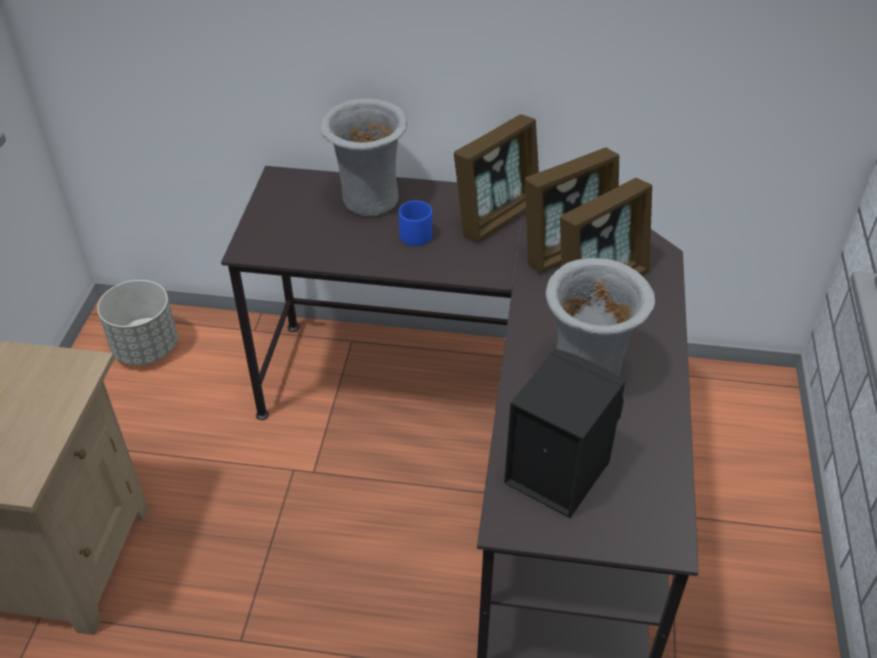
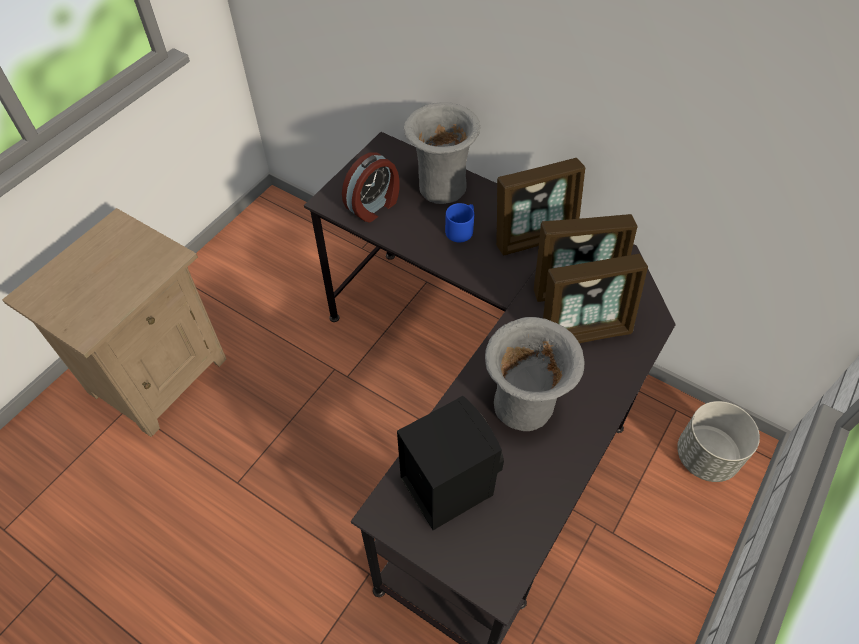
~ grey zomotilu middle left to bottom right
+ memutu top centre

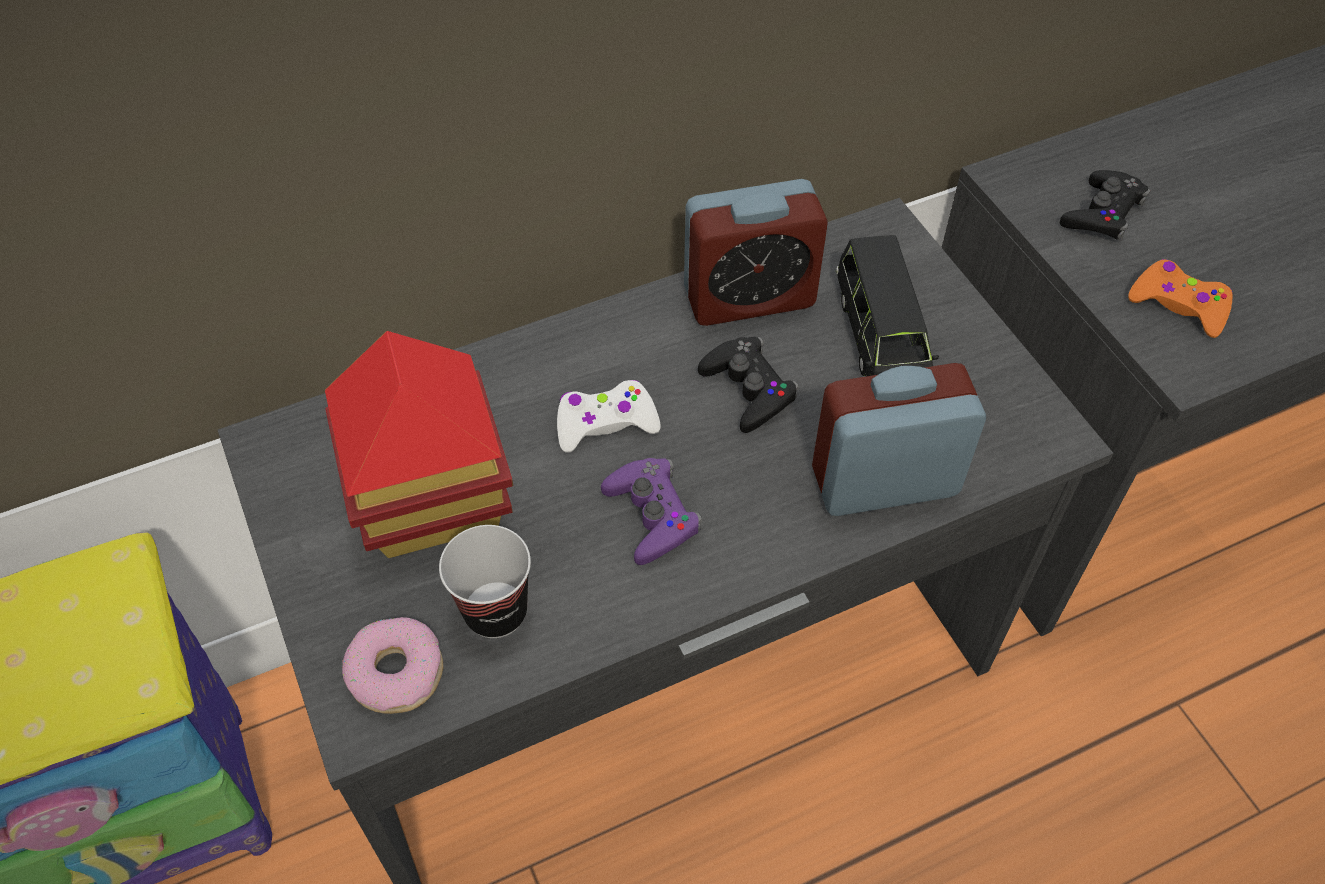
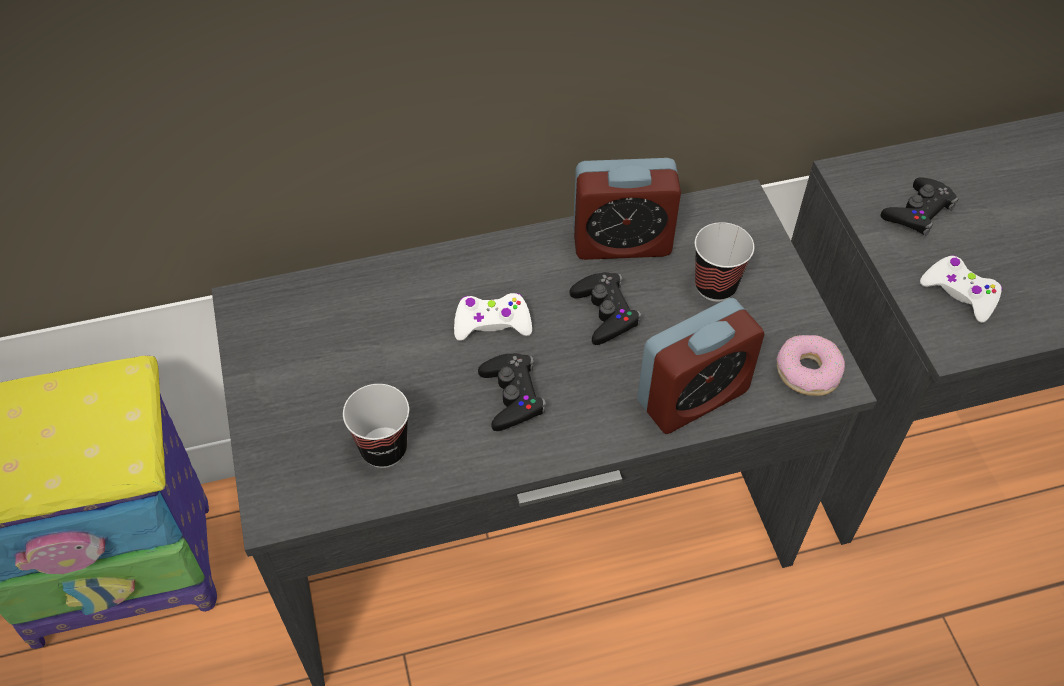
~ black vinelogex middle right to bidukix (2nd from left) middle right
~ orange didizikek middle right to white didizikek (2nd from left) middle right
- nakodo middle left
~ memutu (2nd from left) middle right = centre 150 degrees clockwise
~ purple didizikek centre to black didizikek (1st from left) centre
~ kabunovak bottom left to middle right

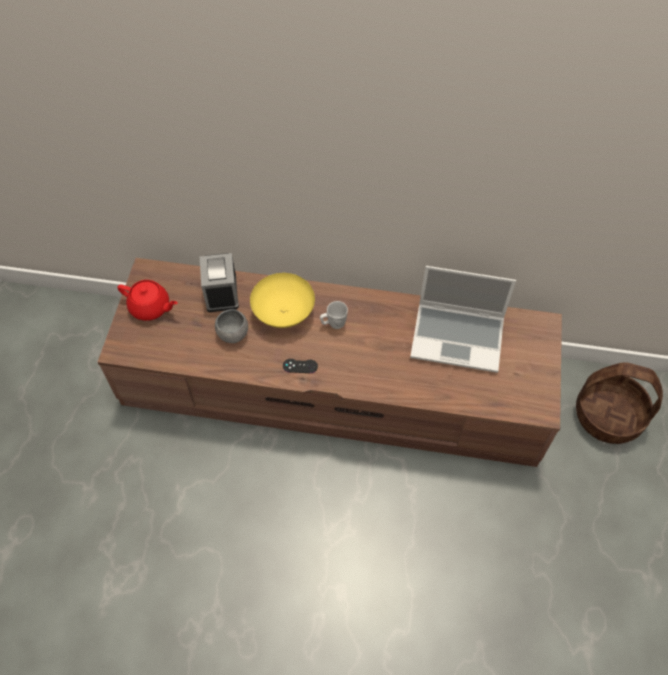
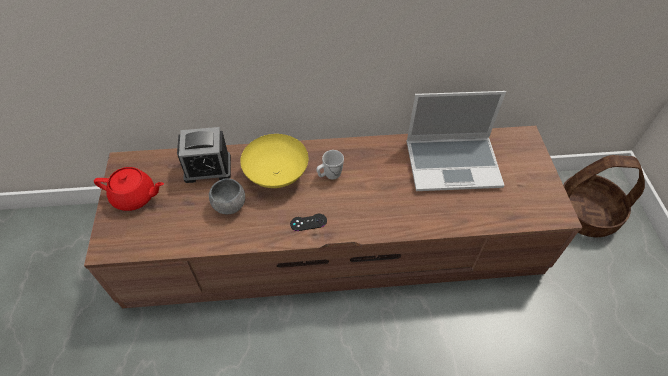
~ memutu middle left = middle left 75 degrees counterclockwise

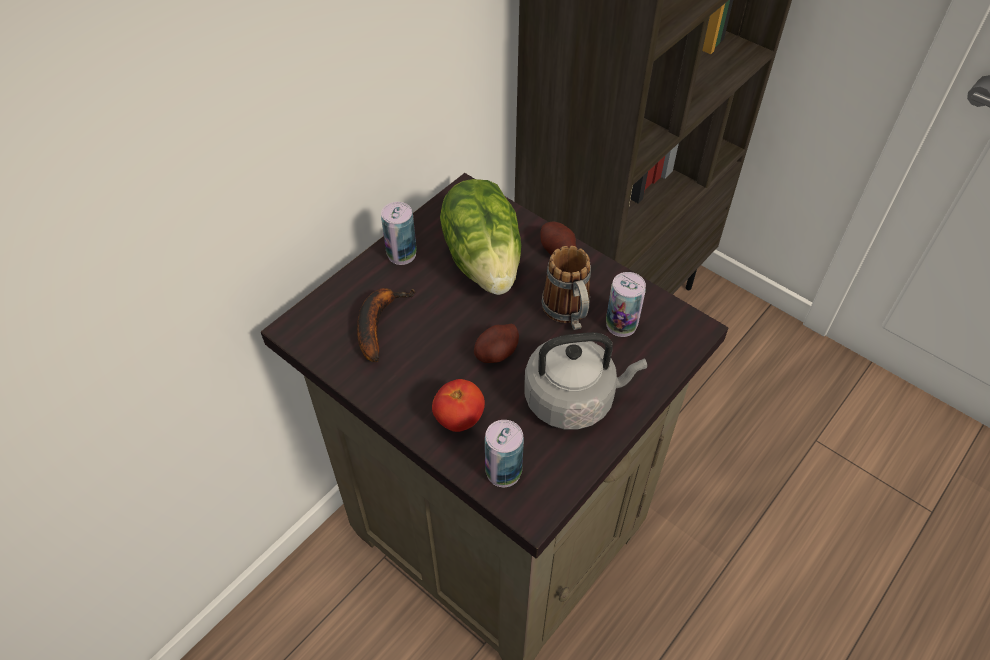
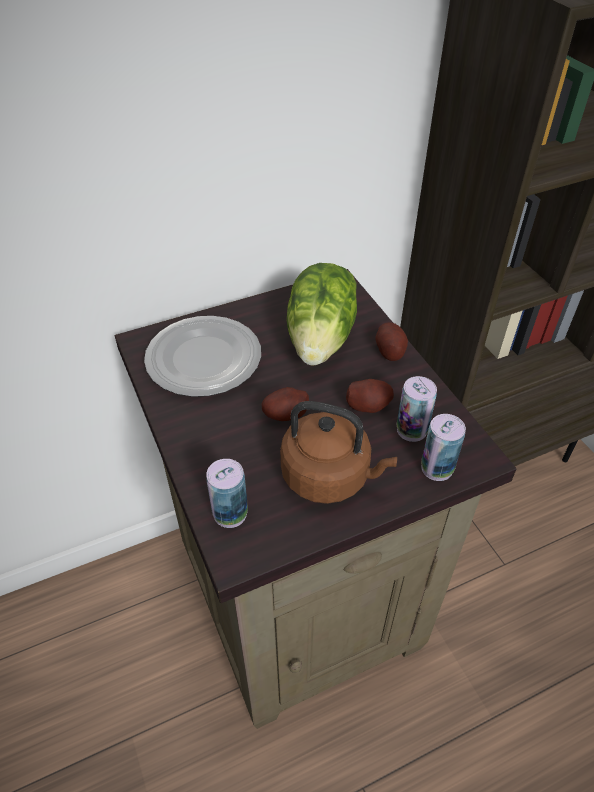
~ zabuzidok (1st from left in the first image) centre to zabuzidok (3rd from left) middle right
~ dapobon centre to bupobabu (2nd from left) centre
~ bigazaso centre to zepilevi centre
~ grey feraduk centre to brown feraduk centre
- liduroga centre

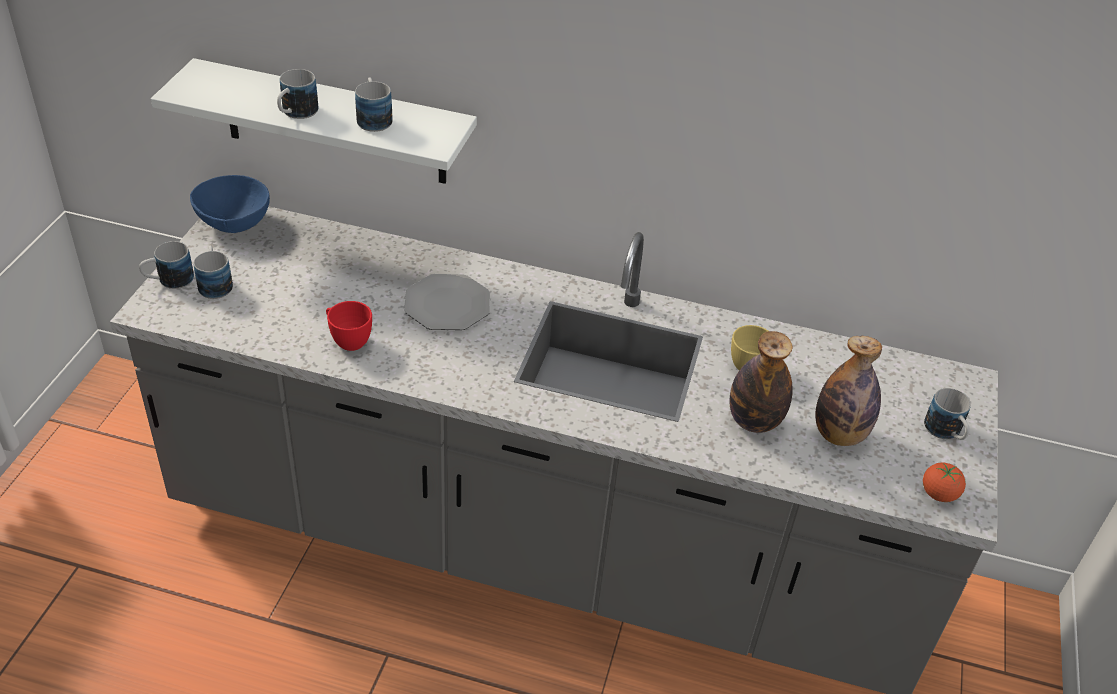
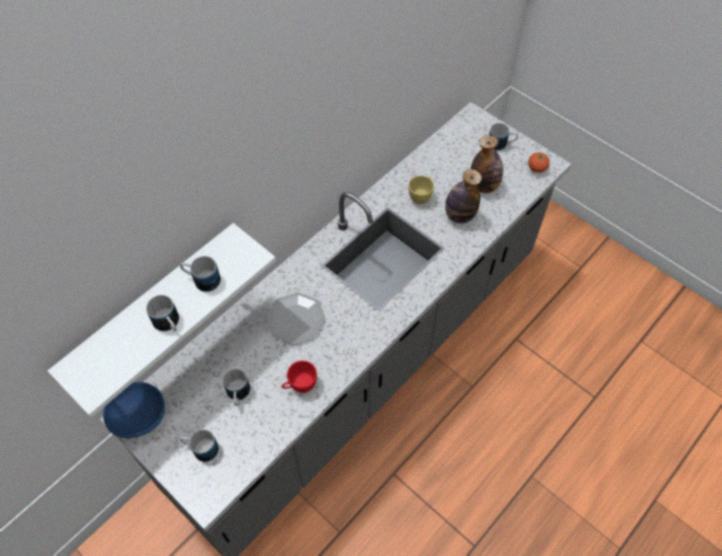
~ dapobon (1st from left in the first image) middle left to dapobon (4th from left) bottom left

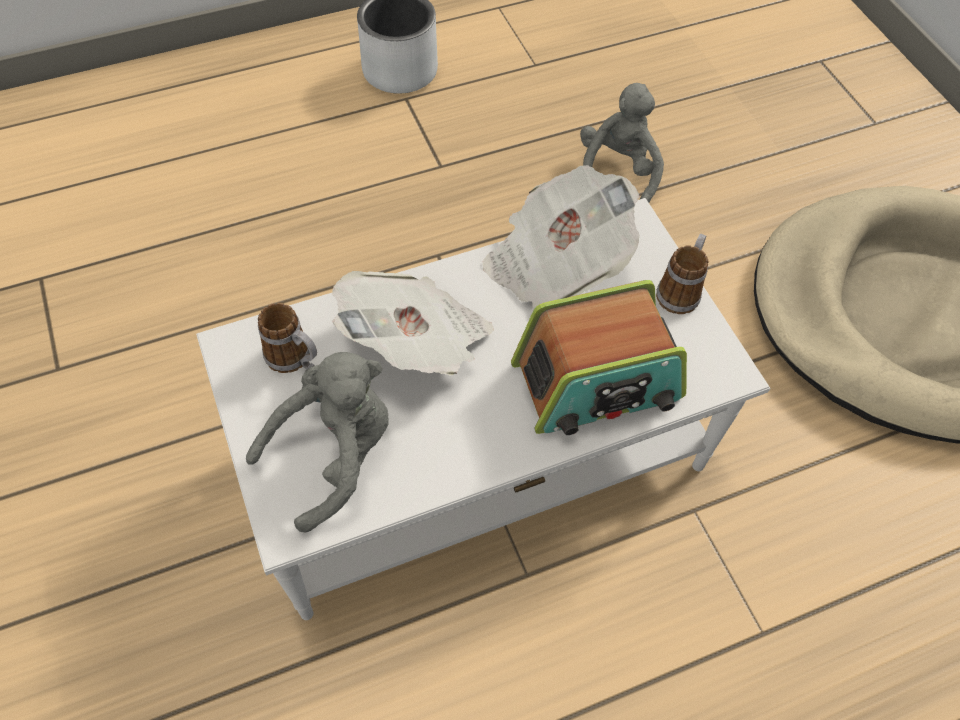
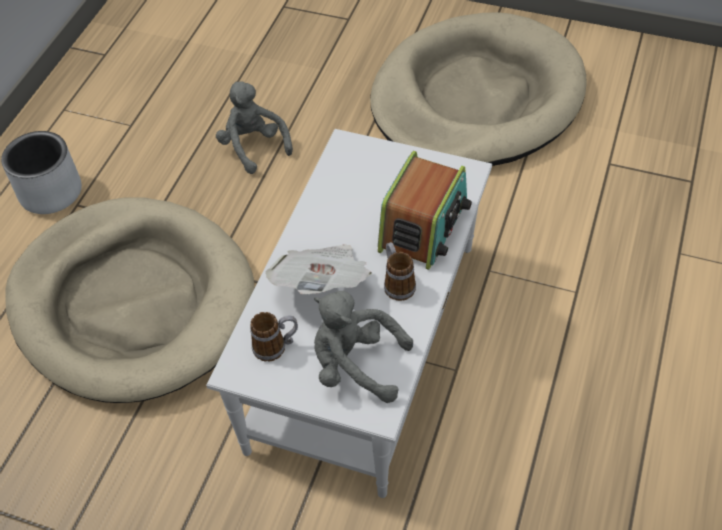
- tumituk (2nd from left) top centre
~ dapobon (2nd from left) middle right to centre
~ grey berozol (1st from left in the first image) middle left = centre 75 degrees counterclockwise
+ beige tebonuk (1st from left) middle left

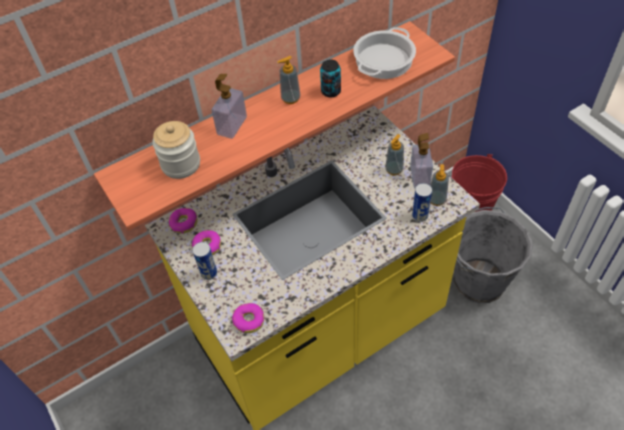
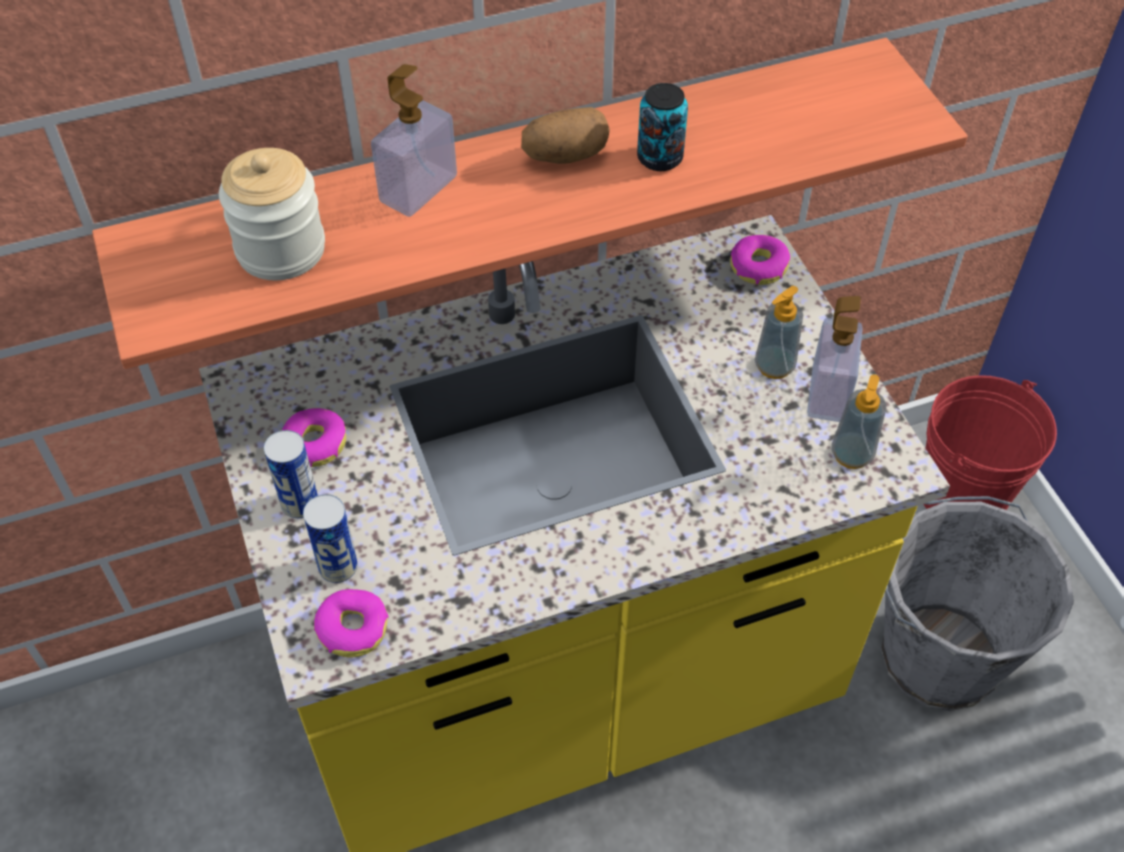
- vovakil top centre
~ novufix (2nd from left) top centre to bupobabu top centre
~ zabuzidok (3rd from left in the first image) middle right to zabuzidok (2nd from left) middle left
~ kabunovak (1st from left in the first image) middle left to kabunovak (3rd from left) top right

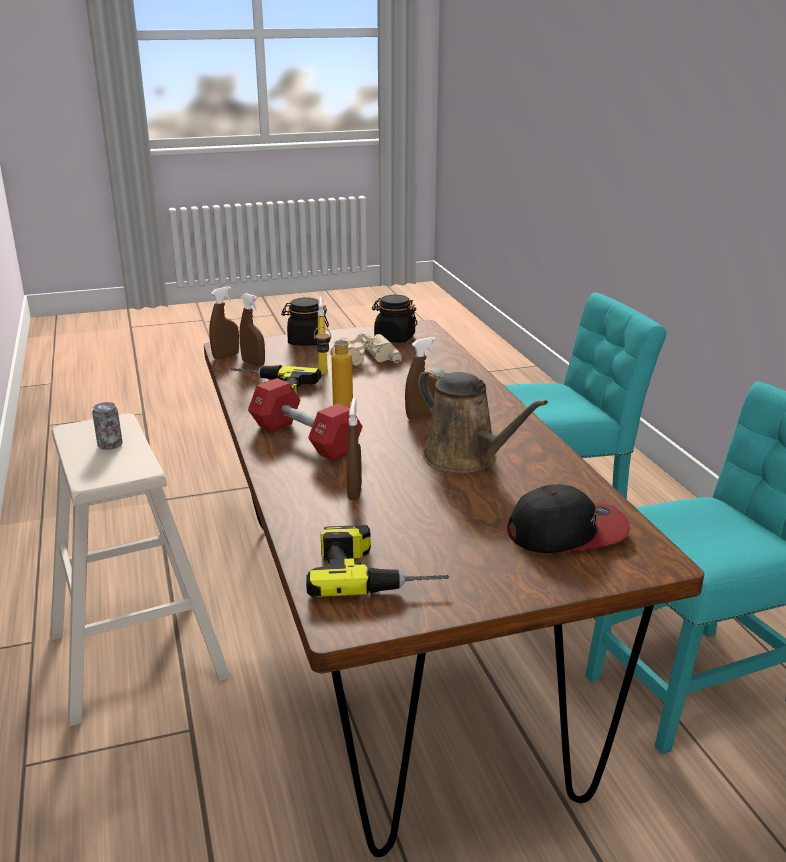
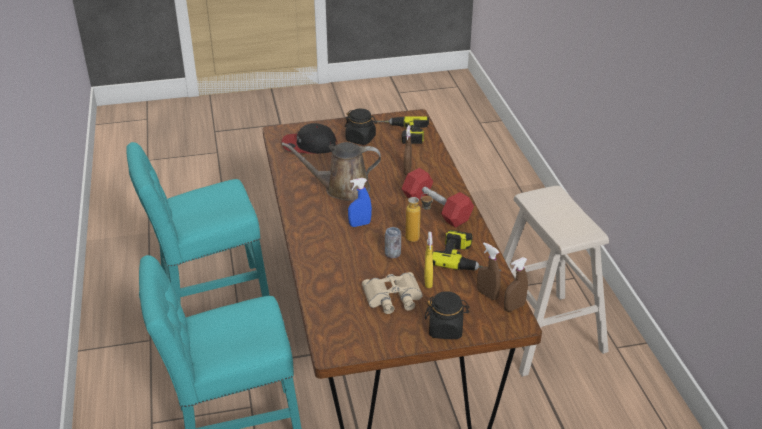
~ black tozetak (2nd from left in the first image) centre to black tozetak (1st from left) top centre
~ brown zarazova (4th from left) centre to blue zarazova centre
~ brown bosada centre = centre 60 degrees counterclockwise
~ zabuzidok middle left to centre

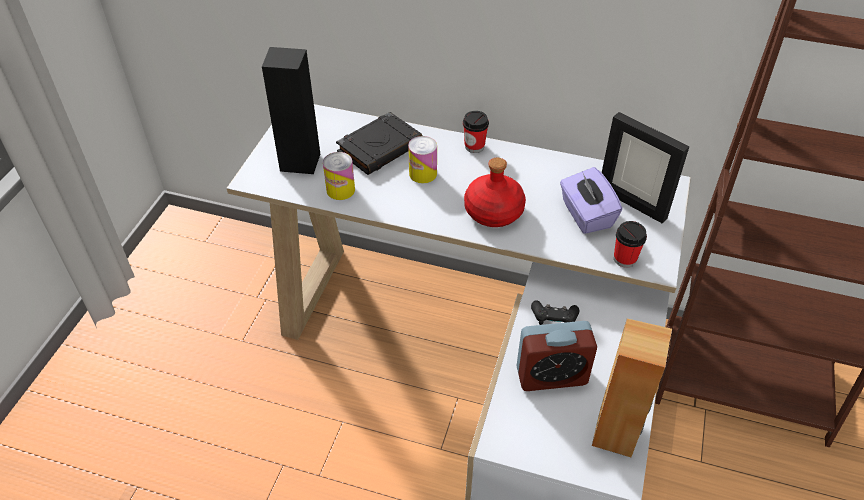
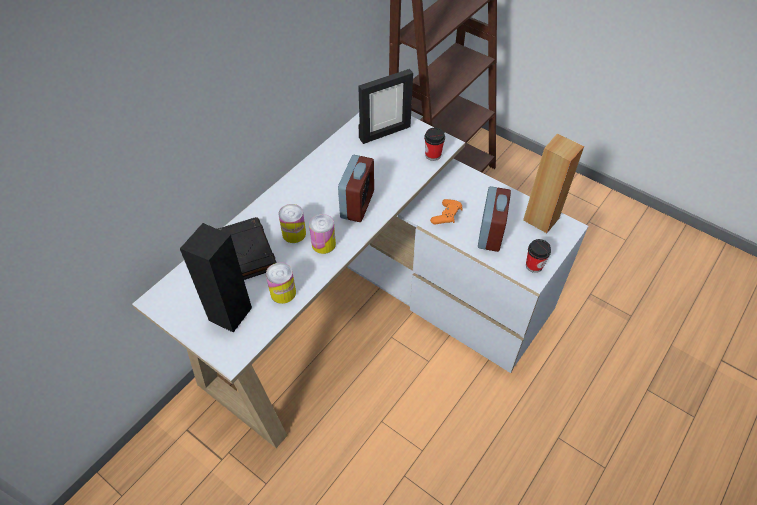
~ bidukix (1st from left in the first image) top centre to bidukix (2nd from left) middle right
~ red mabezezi centre to memutu (1st from left) centre
- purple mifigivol middle right
~ black didizikek centre to orange didizikek centre
+ zabuzidok (3rd from left) centre

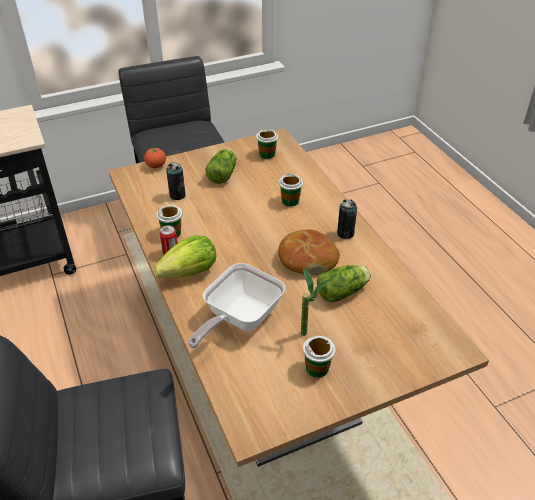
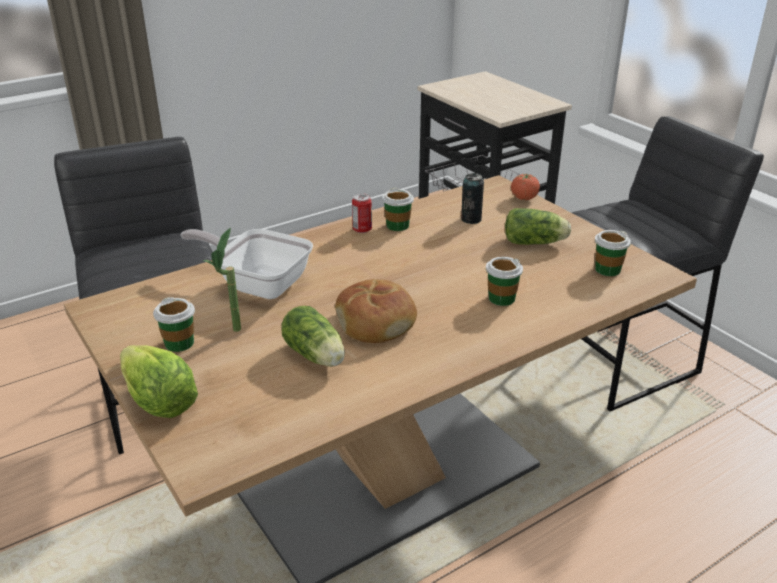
- zabuzidok (3rd from left) centre
~ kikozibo (1st from left) centre to middle left

